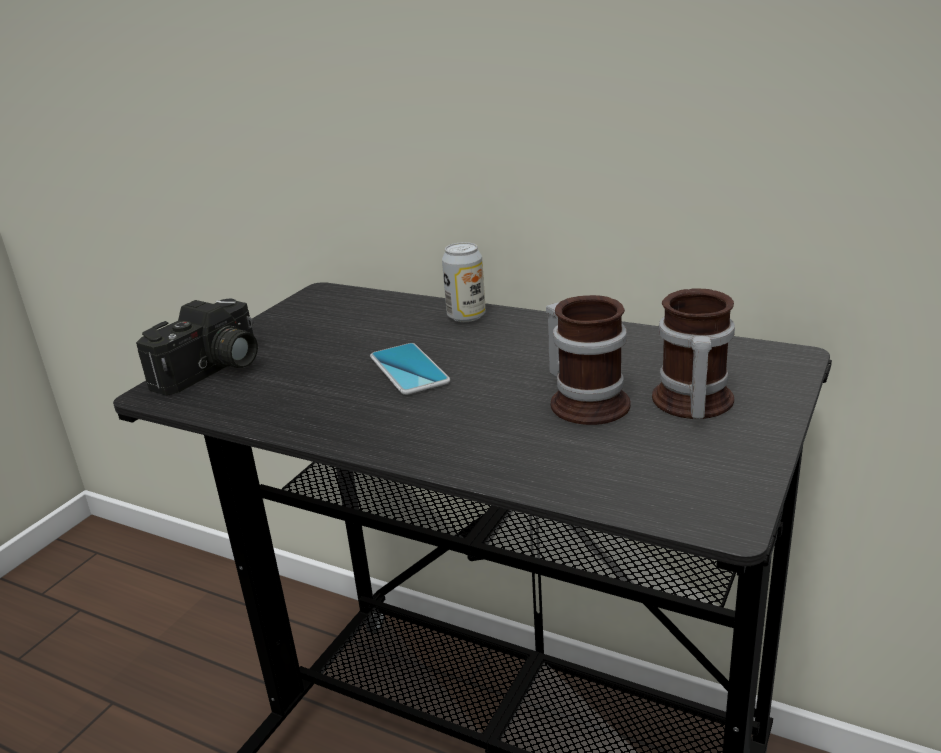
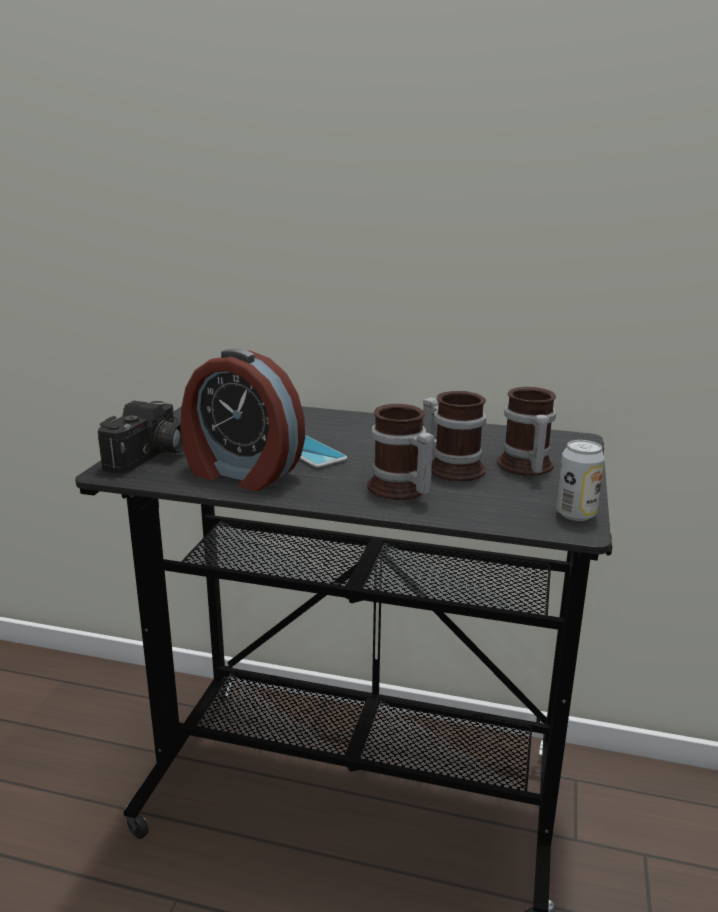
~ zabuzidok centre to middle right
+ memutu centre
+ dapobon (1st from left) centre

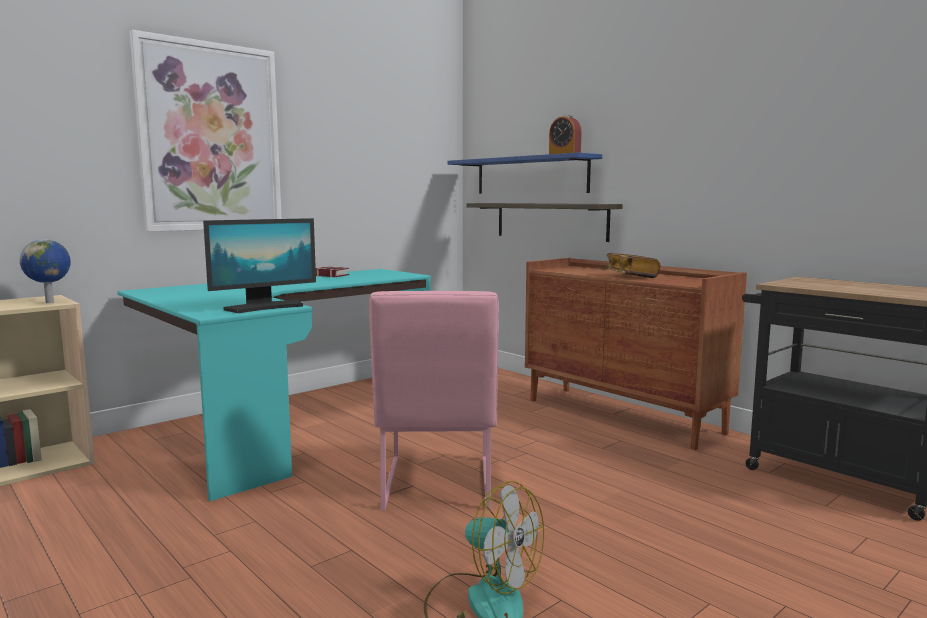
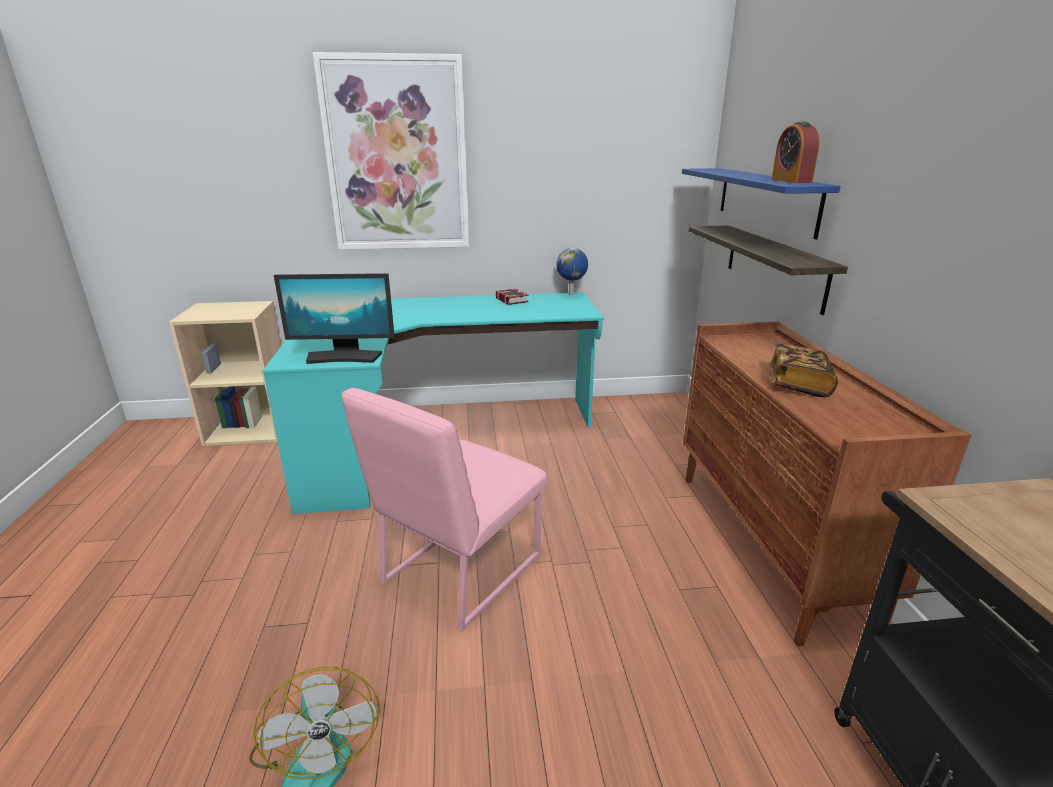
~ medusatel middle left to centre

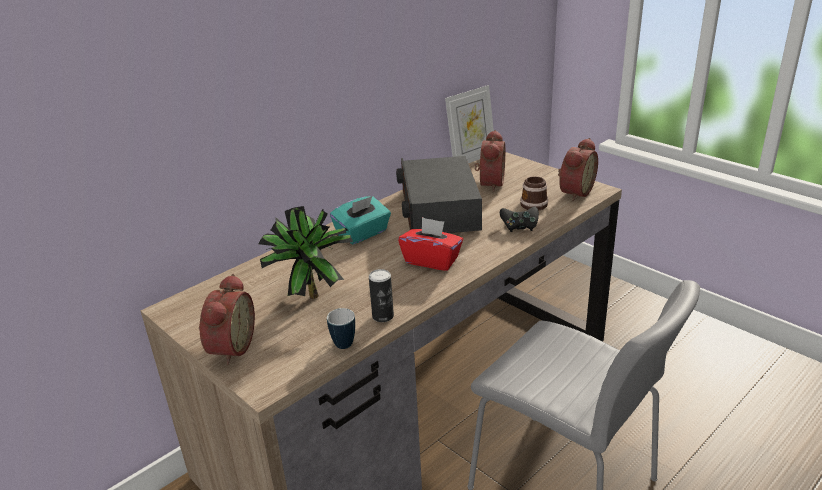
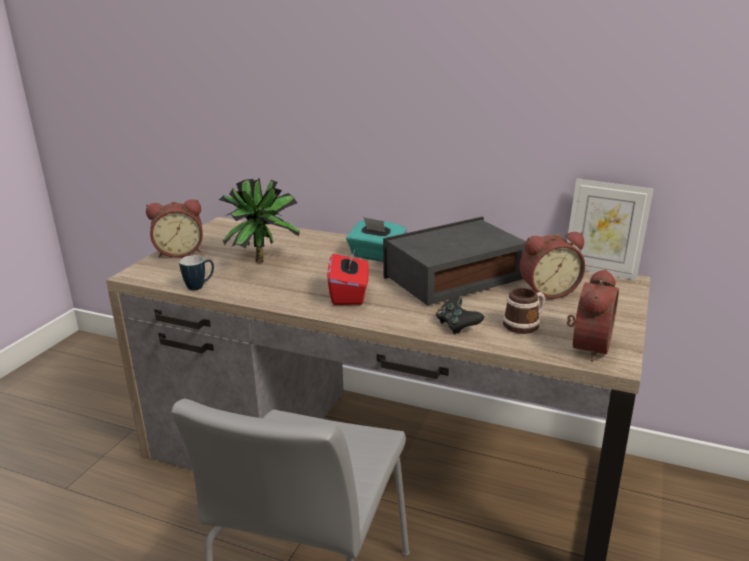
~ memutu (3rd from left) middle right = middle right 75 degrees counterclockwise
- zabuzidok centre

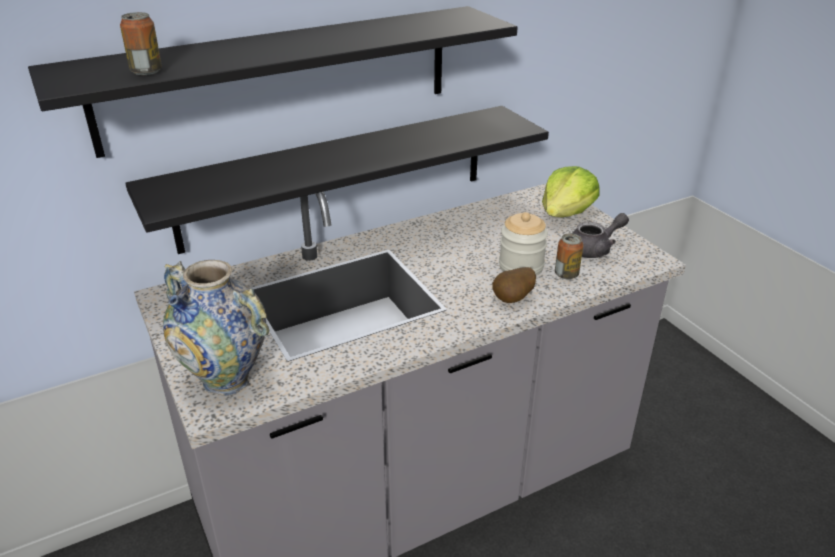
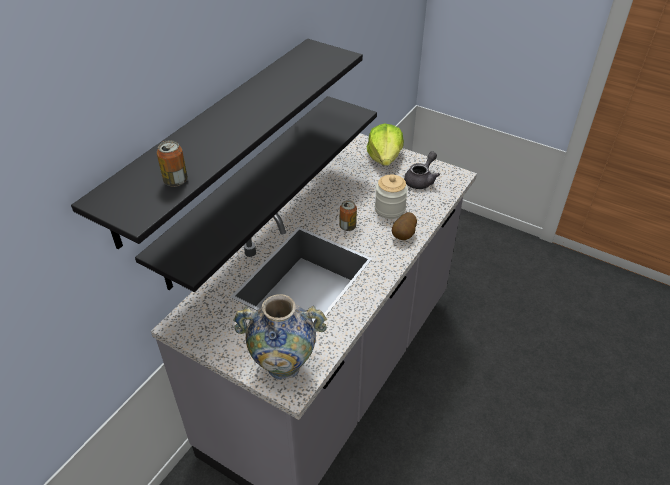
~ zabuzidok (2nd from left) middle right to centre

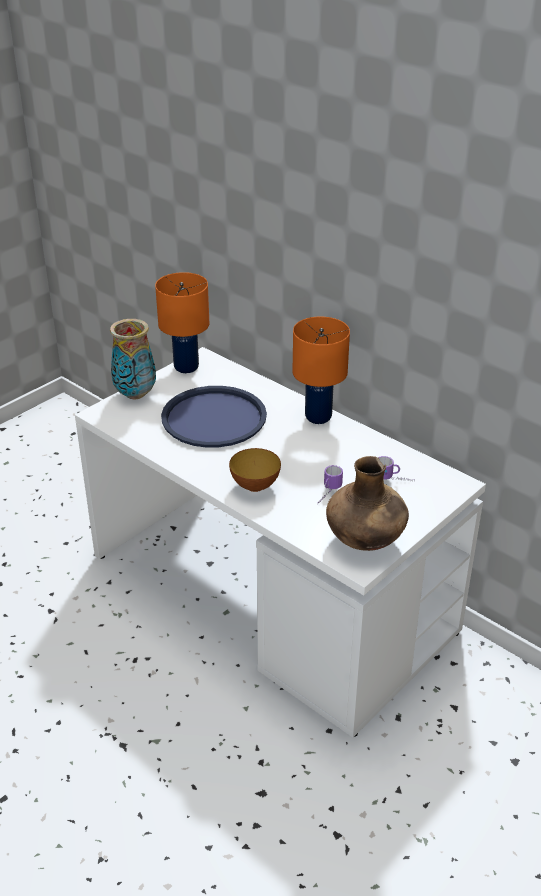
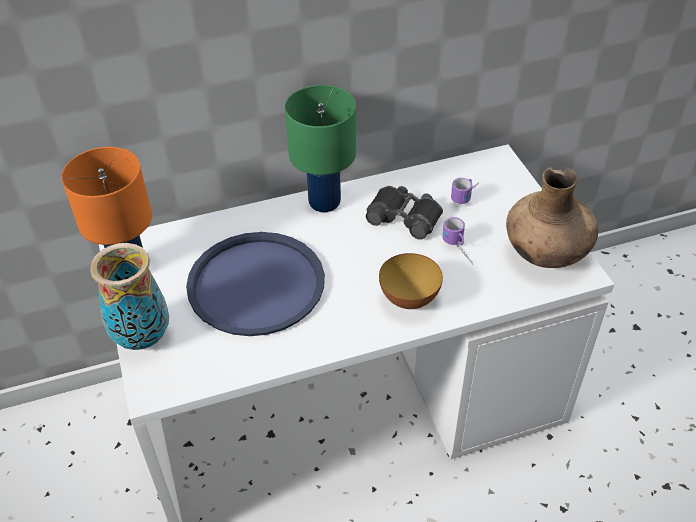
~ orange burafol (2nd from left) centre to green burafol top centre
+ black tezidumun centre

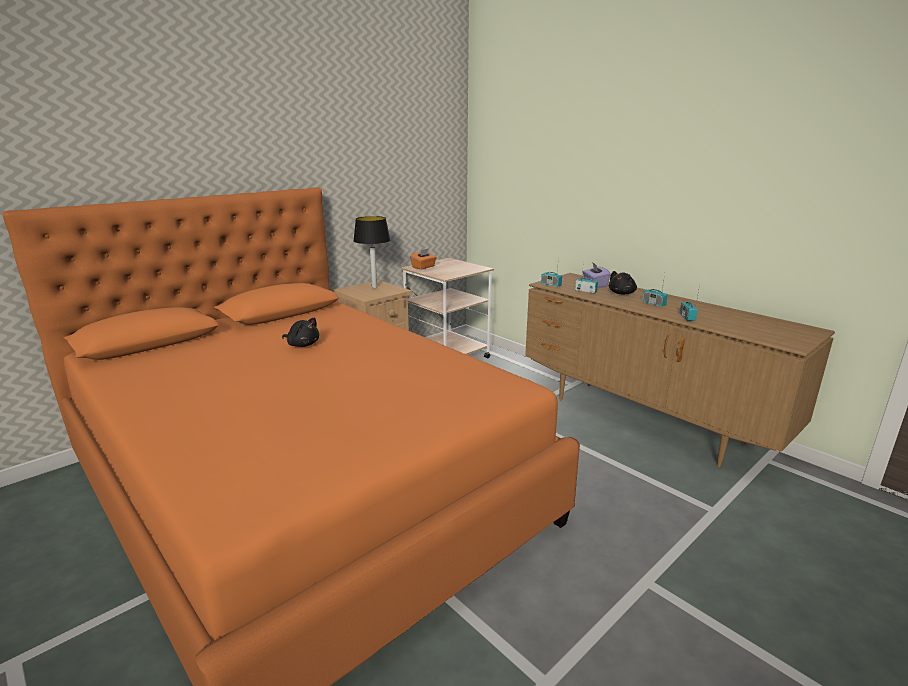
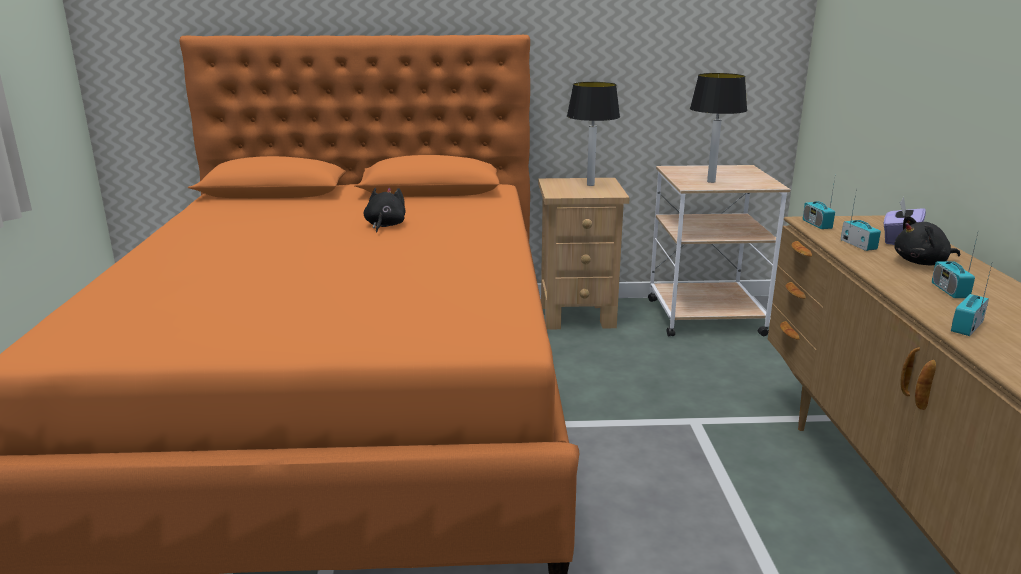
- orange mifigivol centre
~ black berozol (1st from left) middle left = centre 150 degrees counterclockwise
+ burafol (2nd from left) top right

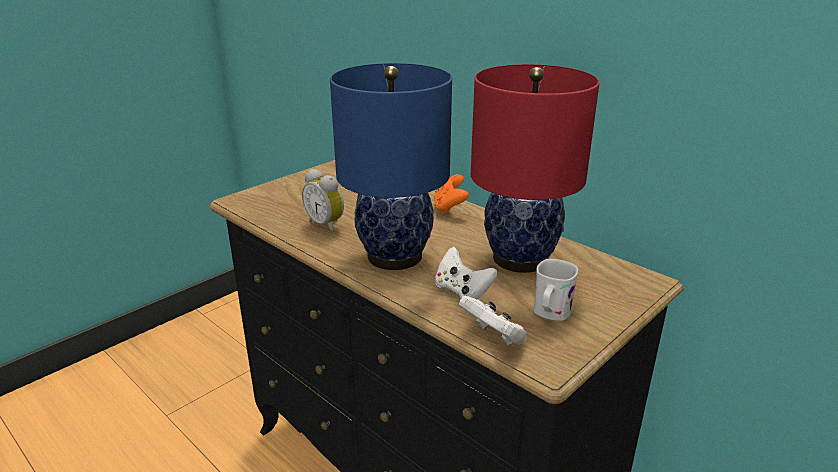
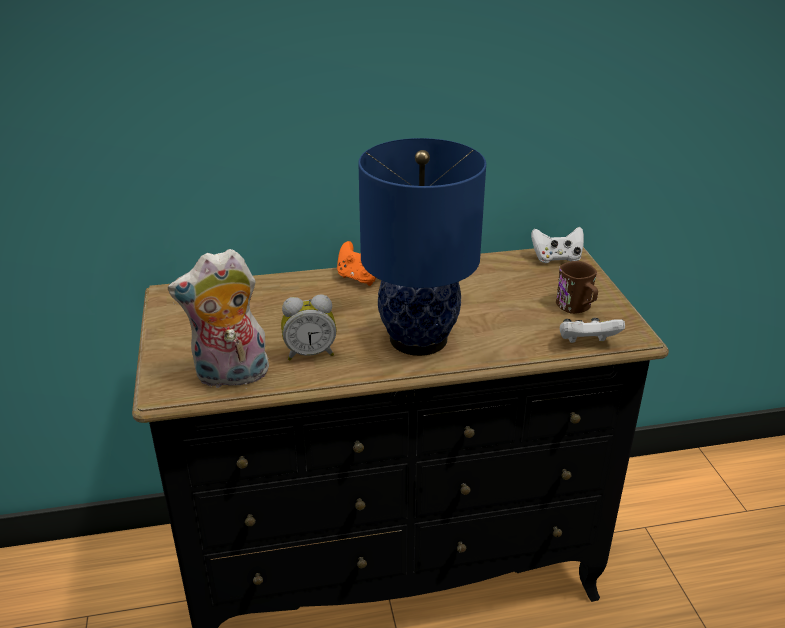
- red burafol centre
~ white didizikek (1st from left) centre to middle right
~ white dapobon centre to brown dapobon middle right
+ berozol middle left

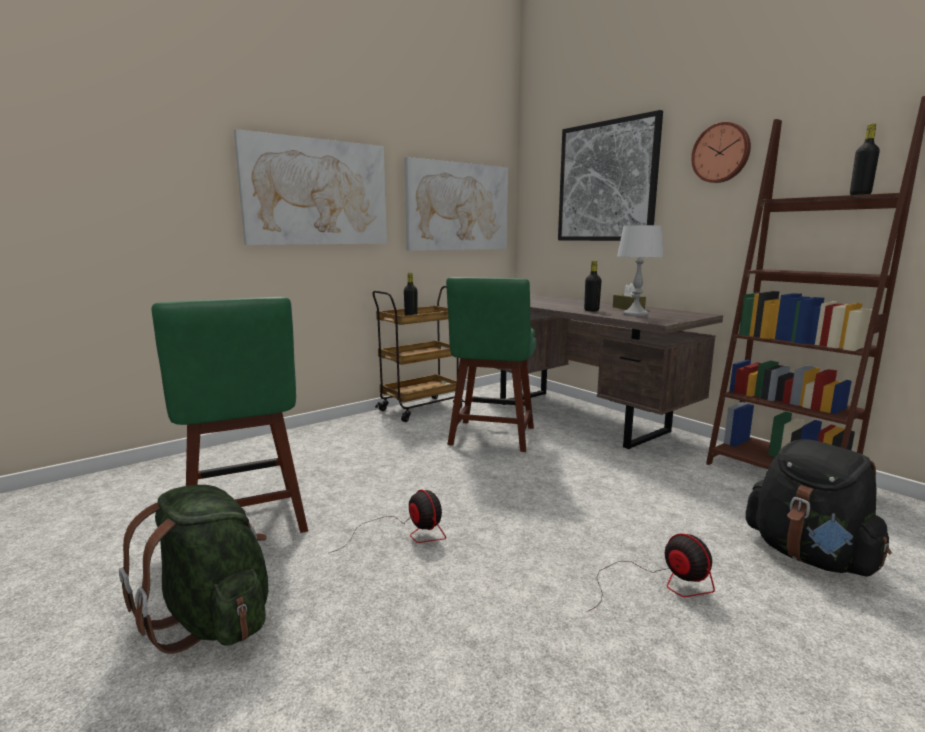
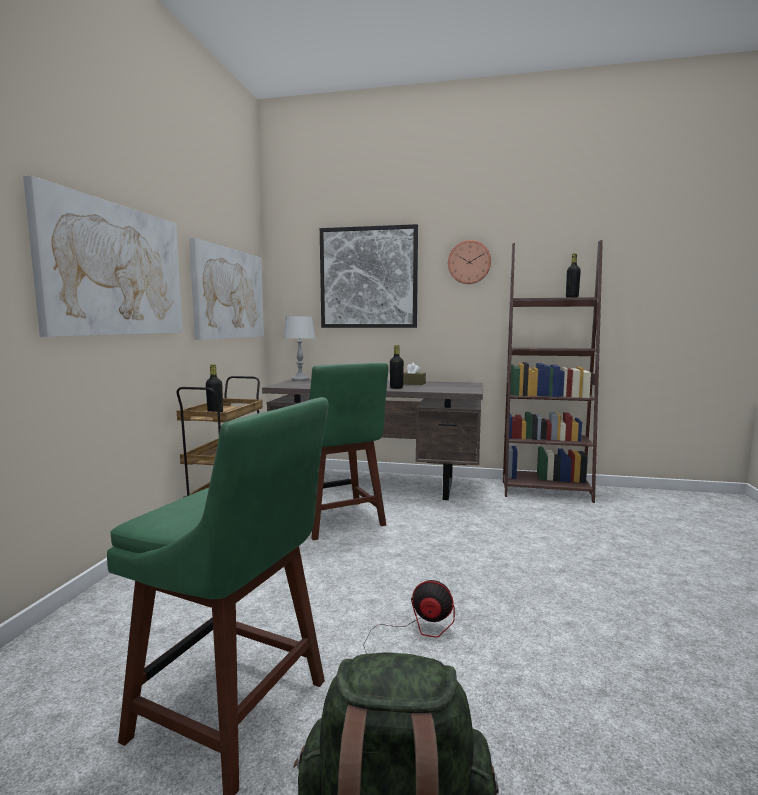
~ grey burafol middle right to centre
- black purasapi bottom right
- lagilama (2nd from left) bottom right

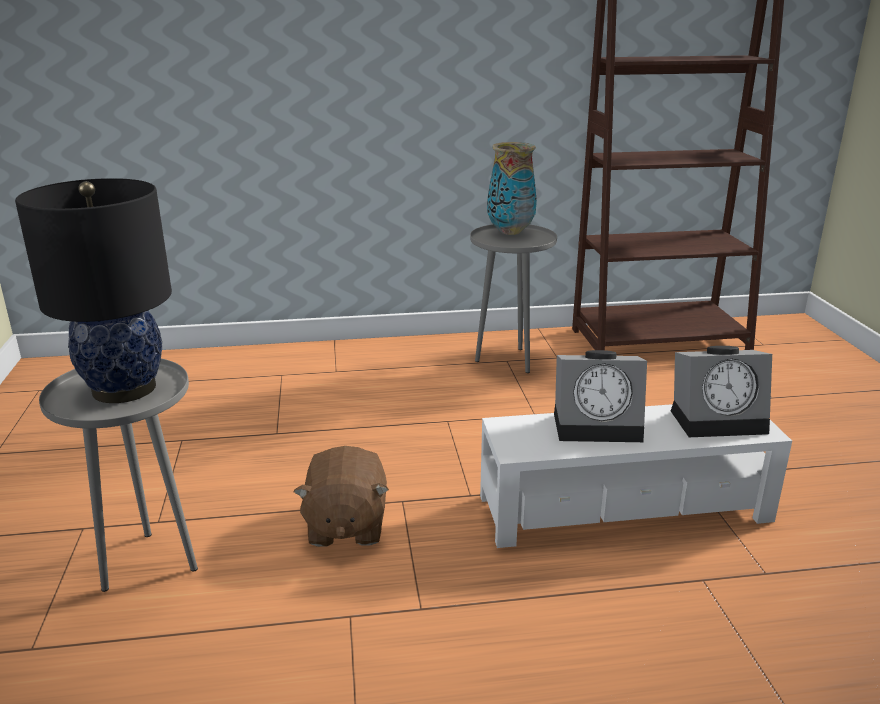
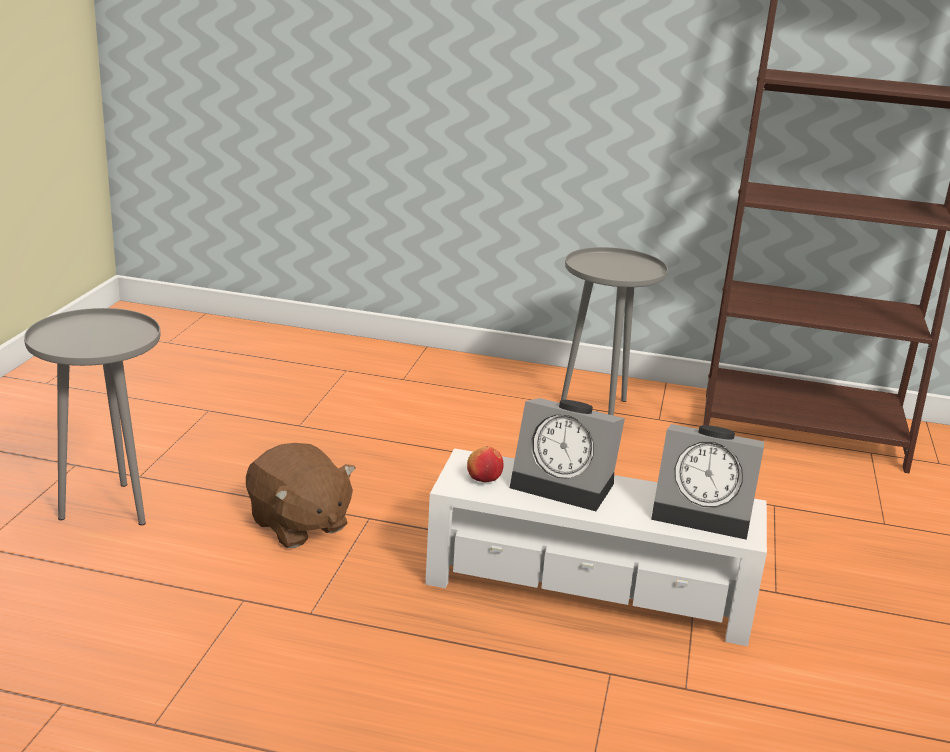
- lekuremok top centre
- black burafol middle left
~ brown berozol bottom centre = middle left 60 degrees counterclockwise
+ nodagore centre

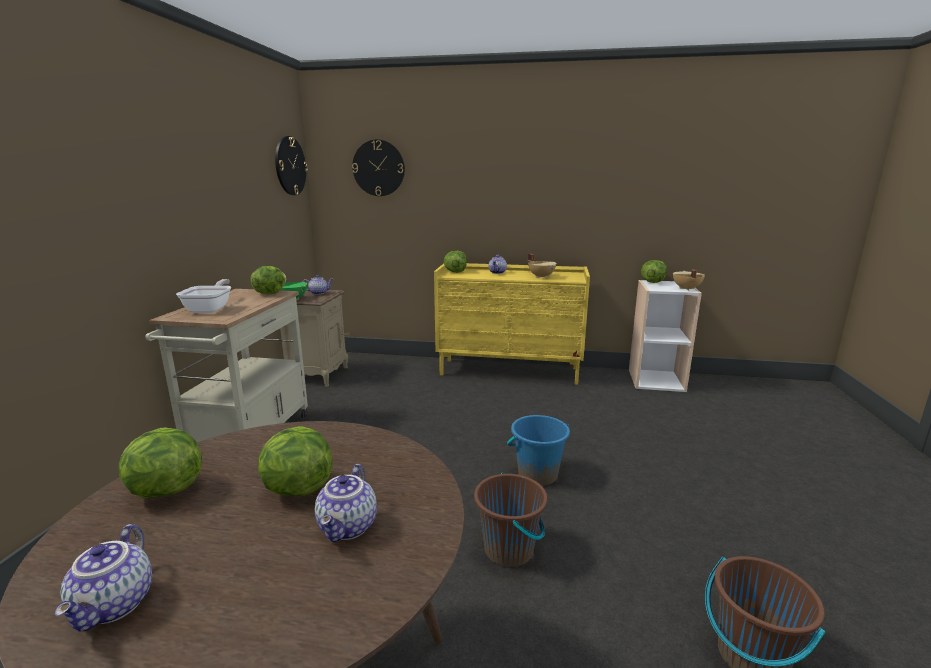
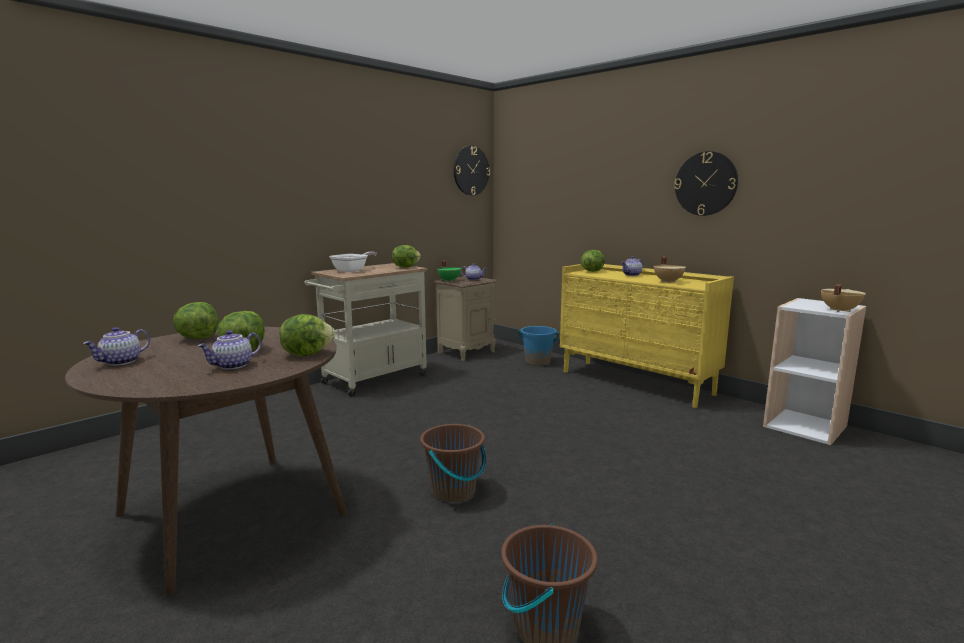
~ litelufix (2nd from left) top centre to top right
~ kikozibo (5th from left in the first image) middle right to kikozibo (3rd from left) middle left
~ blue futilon bottom centre to centre

